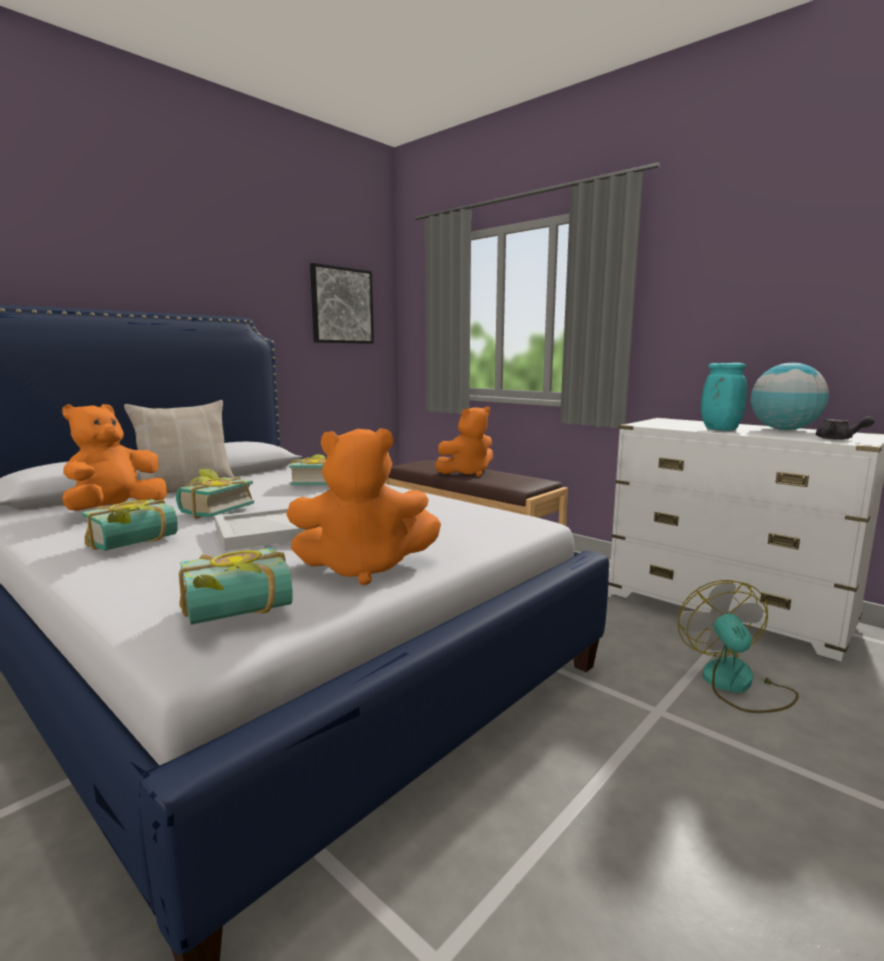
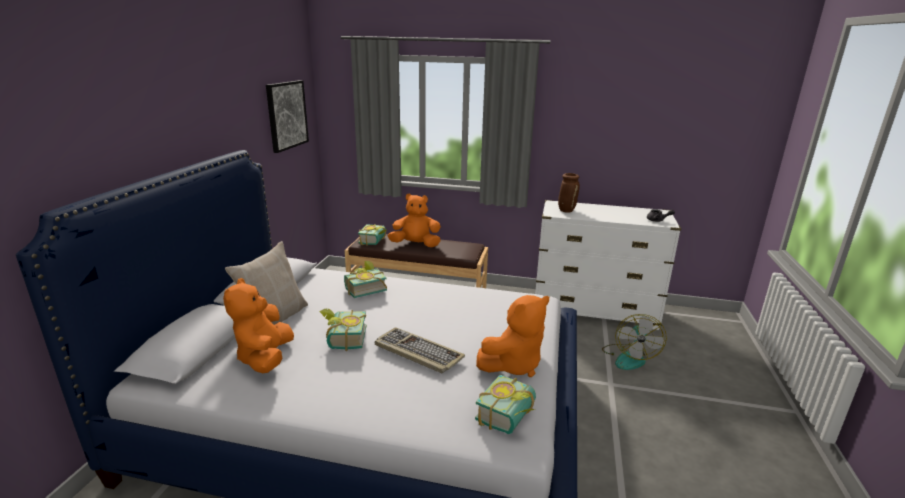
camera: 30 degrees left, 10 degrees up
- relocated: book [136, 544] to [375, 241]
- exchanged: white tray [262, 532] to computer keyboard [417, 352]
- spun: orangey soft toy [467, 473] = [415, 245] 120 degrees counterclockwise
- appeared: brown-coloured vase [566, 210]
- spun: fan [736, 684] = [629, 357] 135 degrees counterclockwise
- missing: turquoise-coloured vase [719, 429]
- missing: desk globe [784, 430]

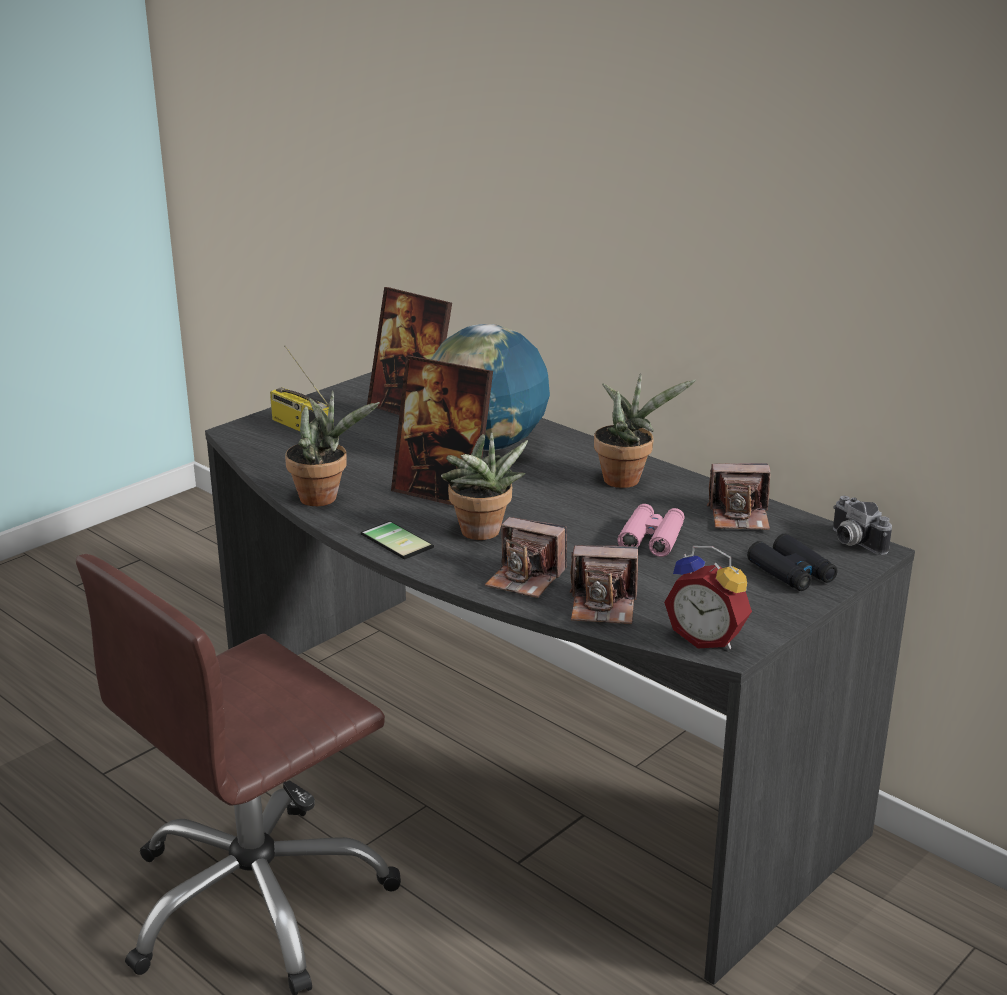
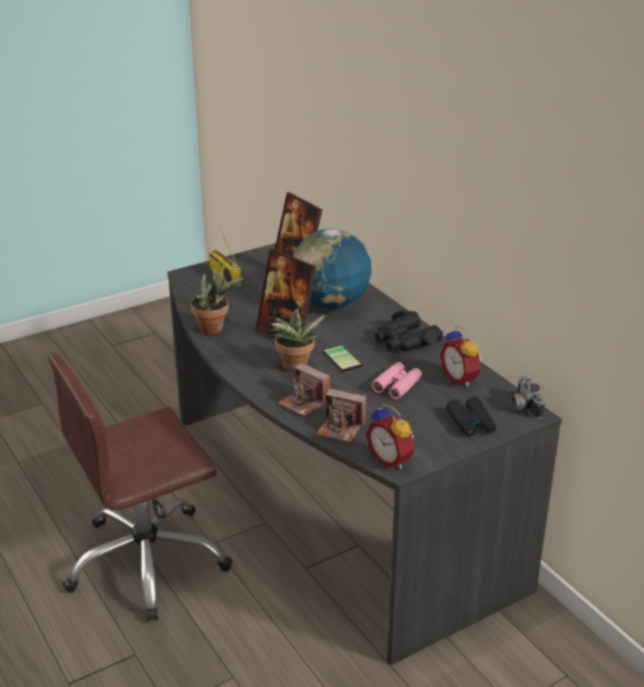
camera: 15 degrees right, 5 degrees up
- relocated: telephone [400, 539] to [344, 358]
- exchanged: houseplant [626, 479] to black field glasses [405, 340]
- exchanged: still camera [739, 517] to alarm clock [461, 378]

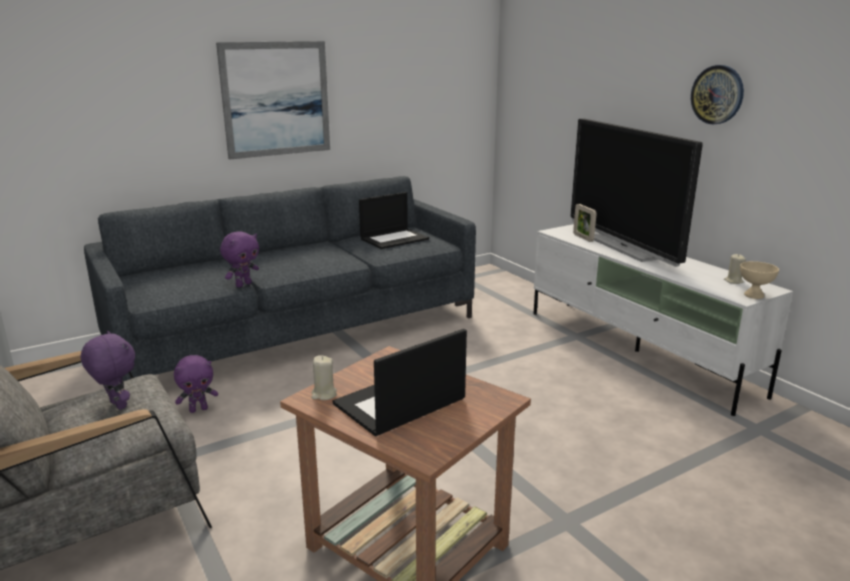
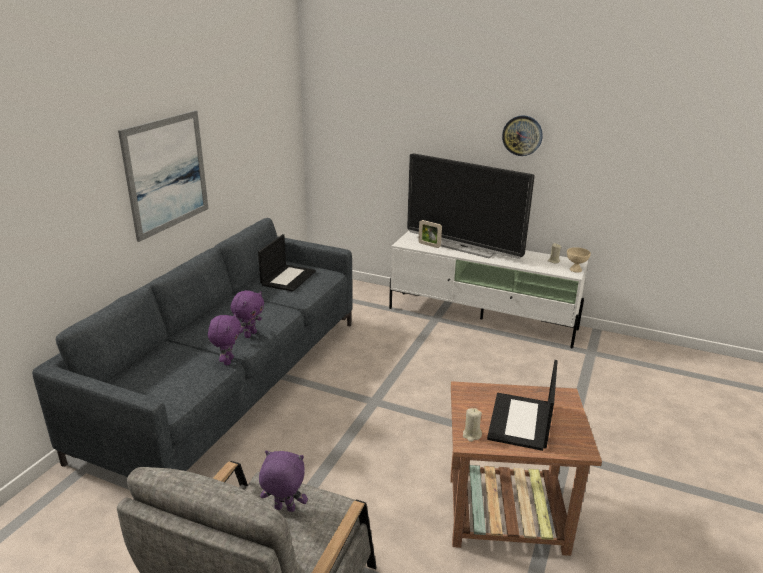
camera: 35 degrees left, 5 degrees up
- relocated: purplish soft toy [199, 409] to [250, 334]

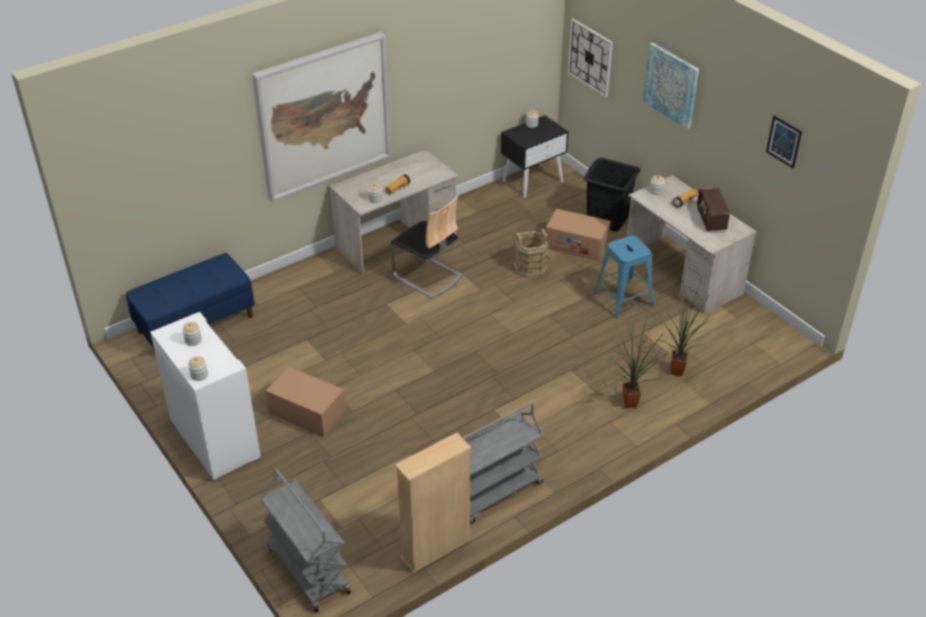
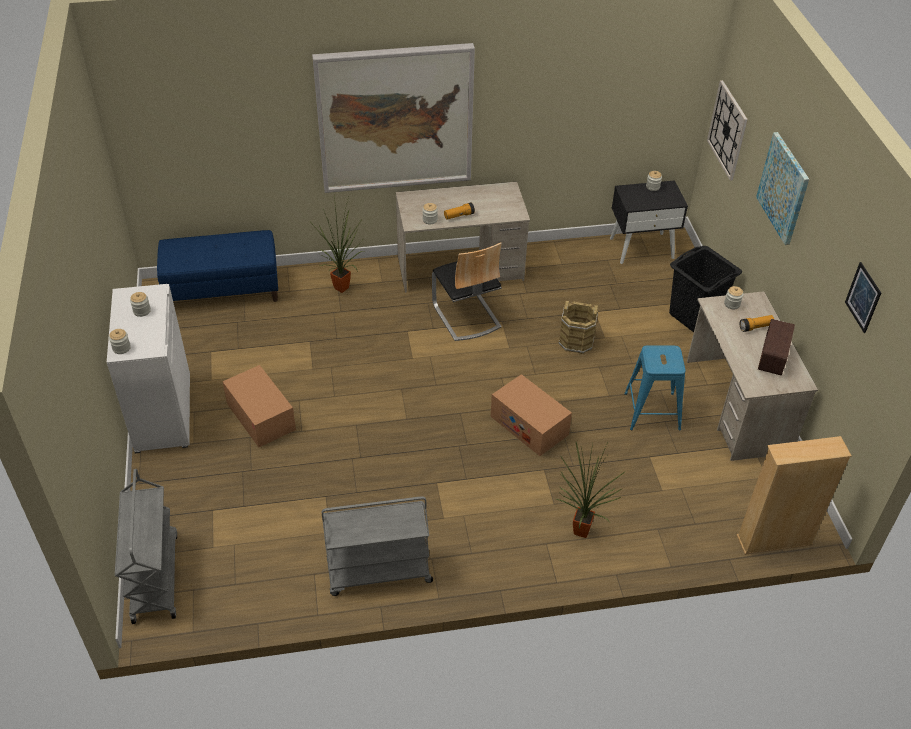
camera: 25 degrees right, 5 degrees up
- relocated: houseplant [679, 372] to [343, 289]
- relocated: packing box [576, 245] to [529, 425]
- relocated: sand-coloured bookcase [435, 549] to [774, 540]

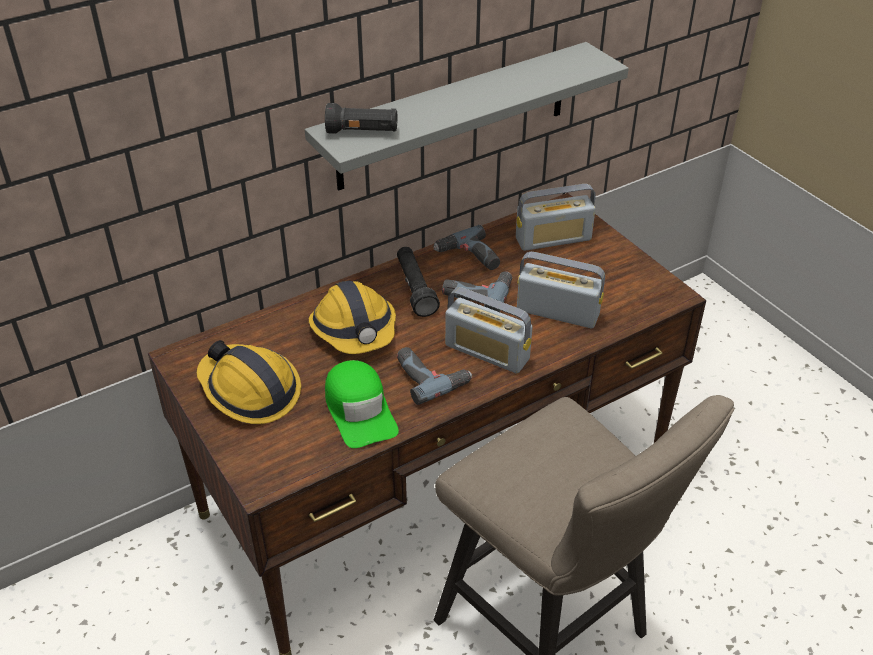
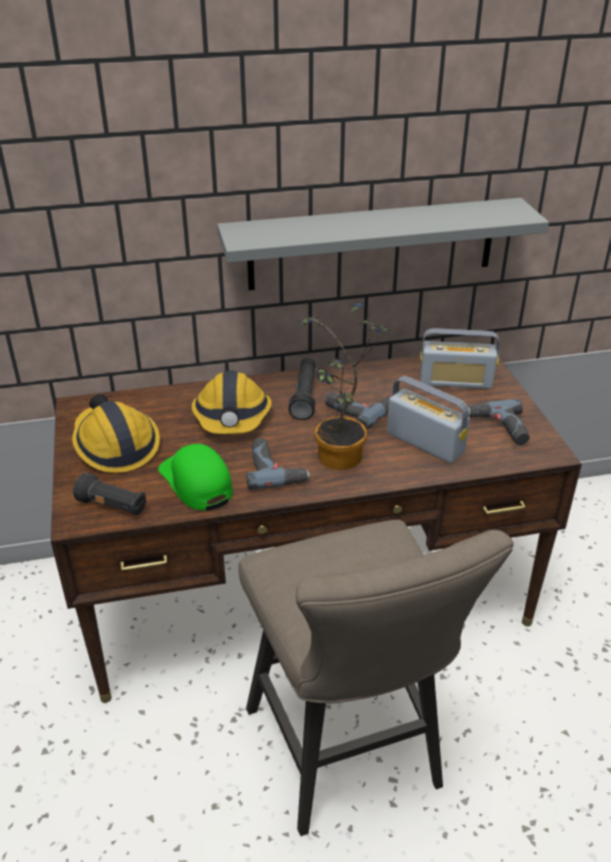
camera: 20 degrees right, 5 degrees down
- relocated: black hand torch [363, 132] to [113, 506]
- spun: green peaked cap [360, 410] = [196, 482] 150 degrees clockwise
- exchanged: radio set [487, 352] to houseplant [338, 461]
- relocated: drill [468, 257] to [499, 428]

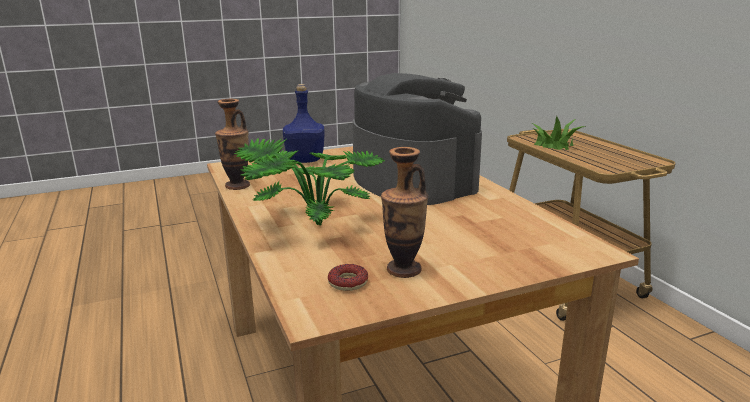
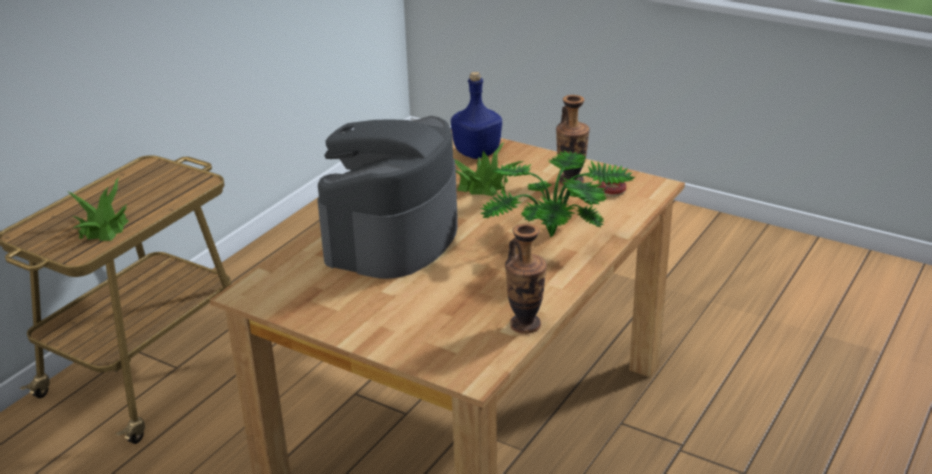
camera: 125 degrees left, 10 degrees up
- relocated: blue drink bottle [306, 160] to [476, 152]
- appeared: houseplant [483, 185]

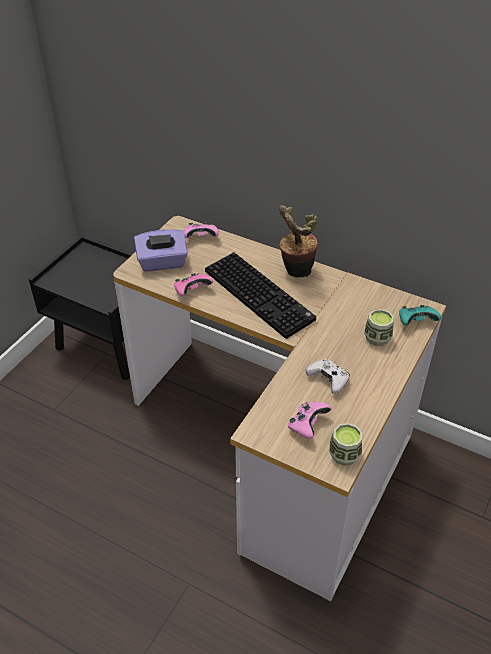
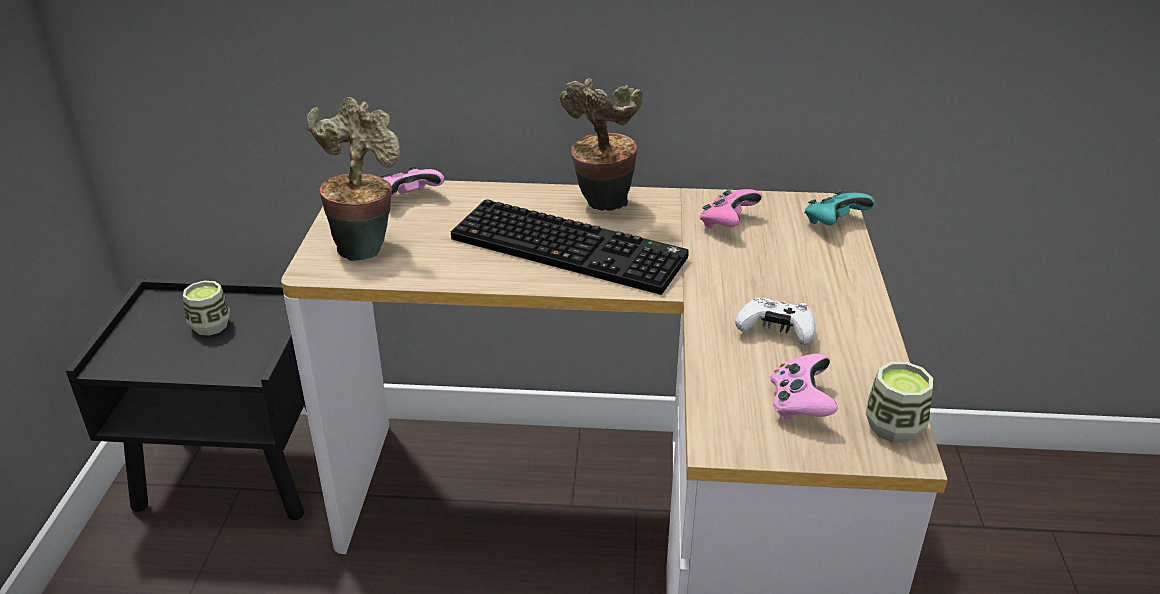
camera: 25 degrees left, 10 degrees down
- relocated: small cup [377, 338] to [210, 326]
- exchanged: purplish tissue box [162, 263] to houseplant [365, 245]
- relocated: pink game controller [192, 291] to [727, 223]

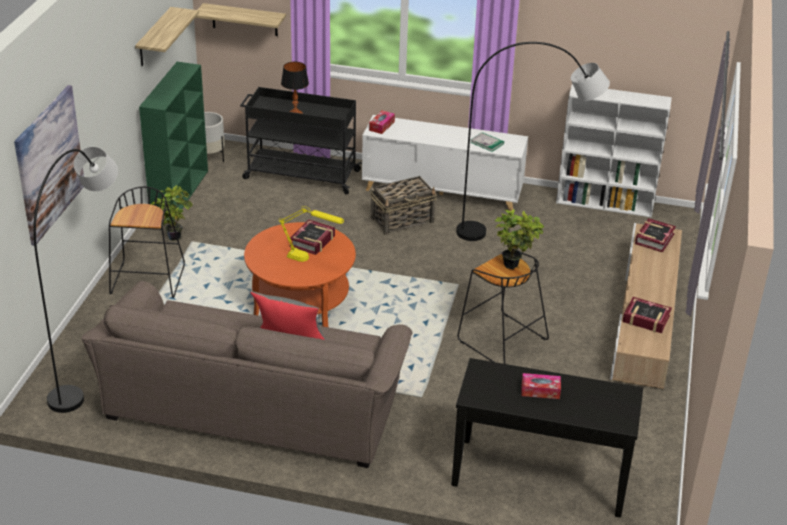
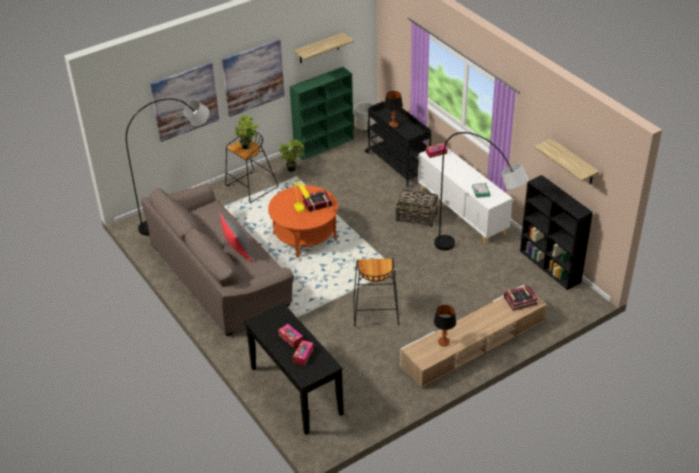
camera: 45 degrees right, 5 degrees up
- appeared: picture [253, 77]
- relocated: houseplant [515, 265] to [247, 148]
- appeared: tissue box [303, 355]
- exchanged: book [646, 319] to table lamp [443, 342]
- colour: white bookcase [605, 203] to black bookcase [550, 267]
- relocated: shelf [244, 20] to [573, 162]

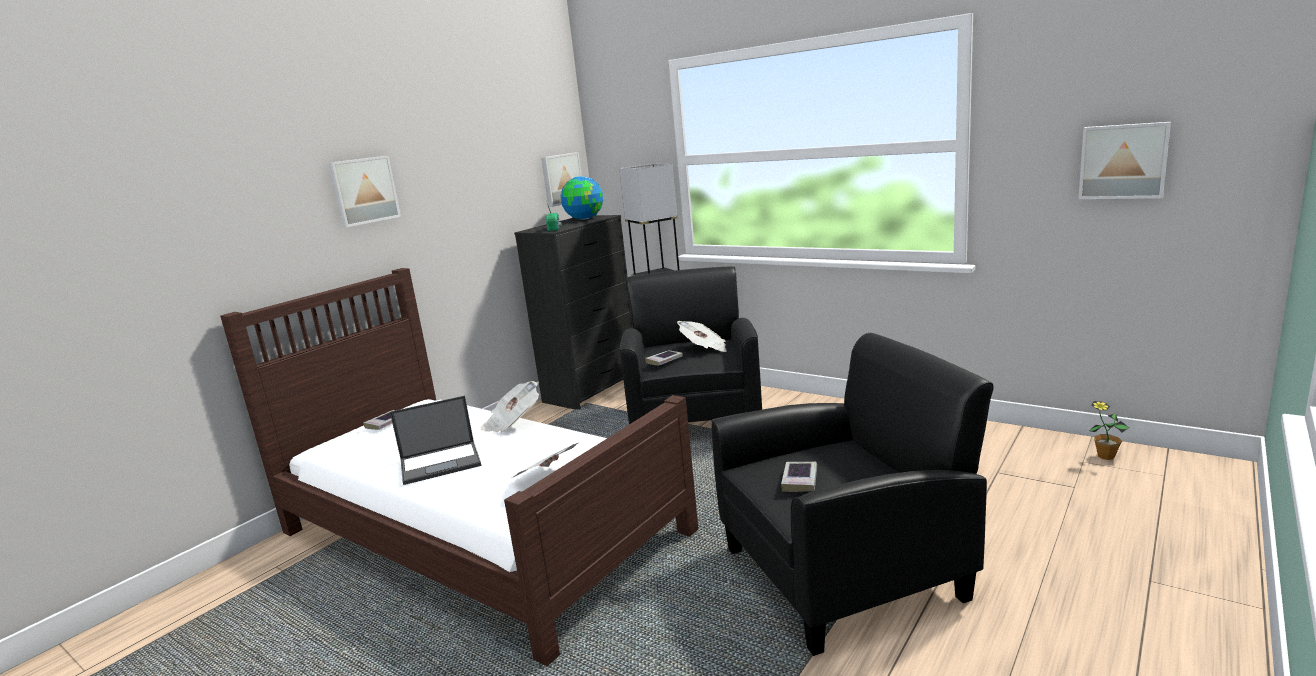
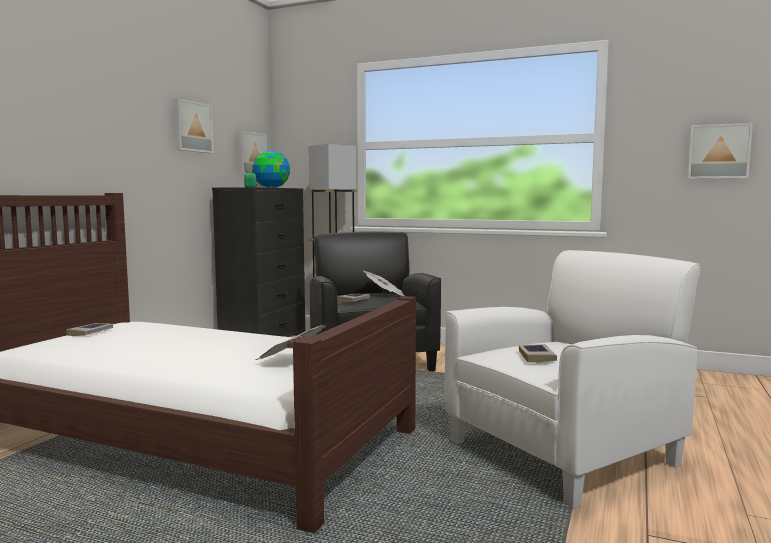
camera: 15 degrees left, 10 degrees down
- relocated: picture [363, 190] to [191, 127]
- colour: black easy chair [844, 572] to white easy chair [563, 452]
- missing: notebook computer [441, 462]
- missing: printed paper [512, 423]
- missing: houseplant [1105, 456]

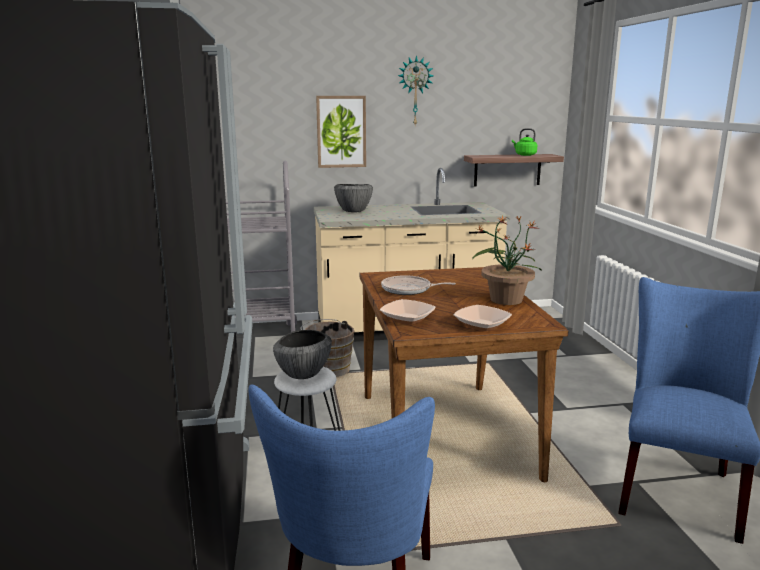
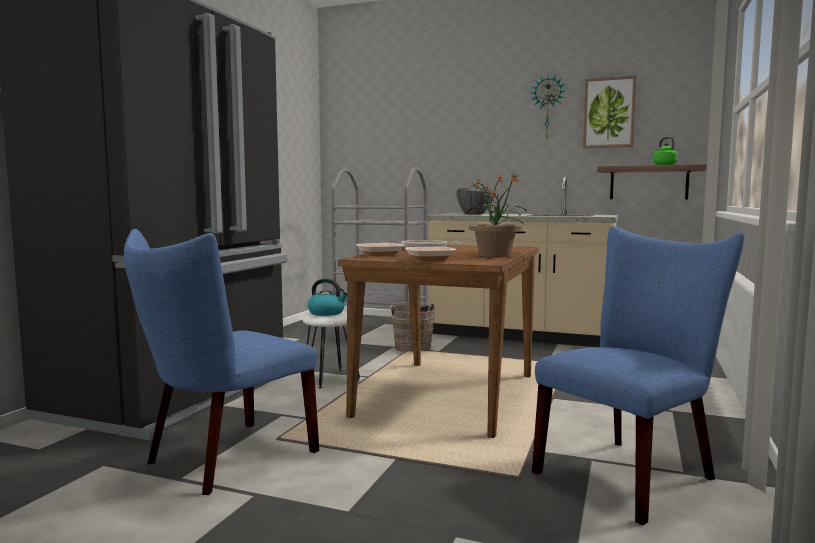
camera: 30 degrees right, 10 degrees down
- exchanged: bowl [303, 374] to kettle [327, 313]
- relocated: picture [341, 131] to [609, 112]

